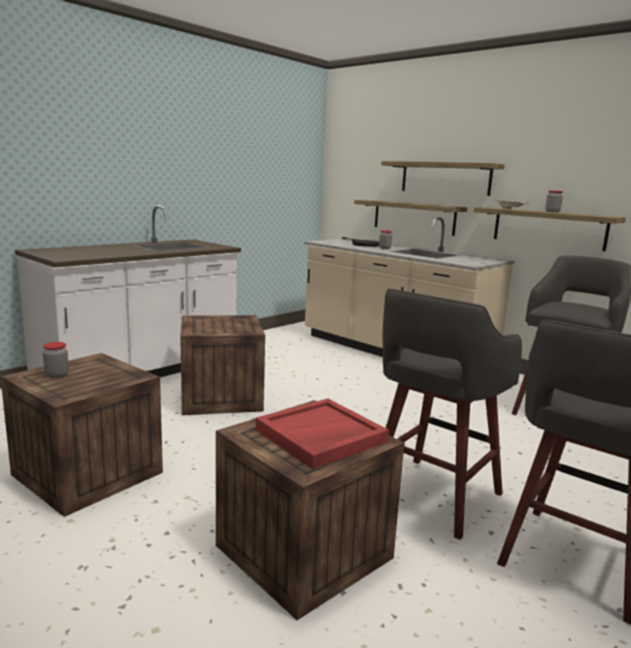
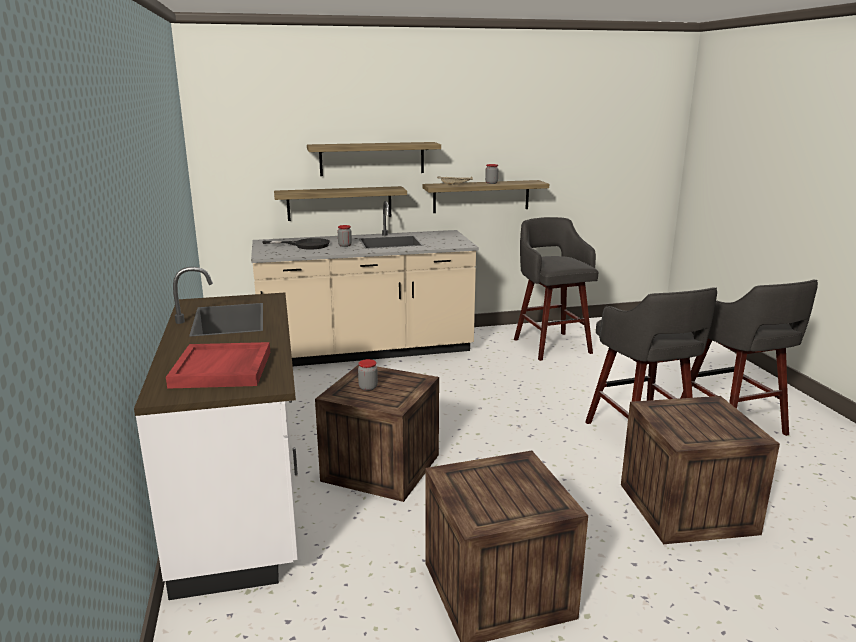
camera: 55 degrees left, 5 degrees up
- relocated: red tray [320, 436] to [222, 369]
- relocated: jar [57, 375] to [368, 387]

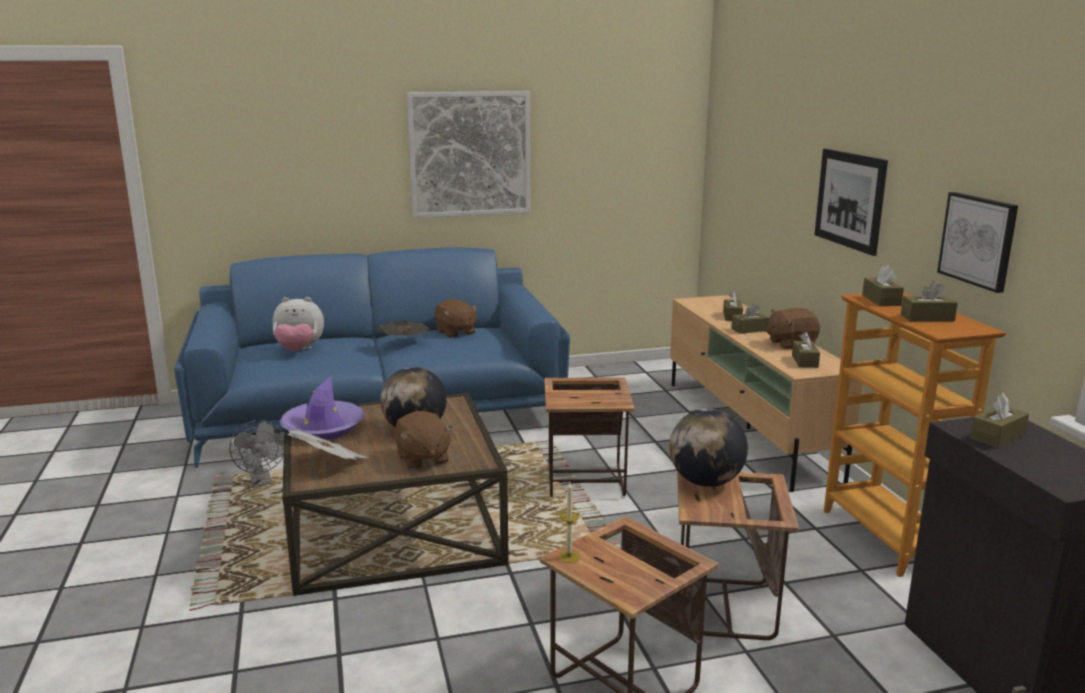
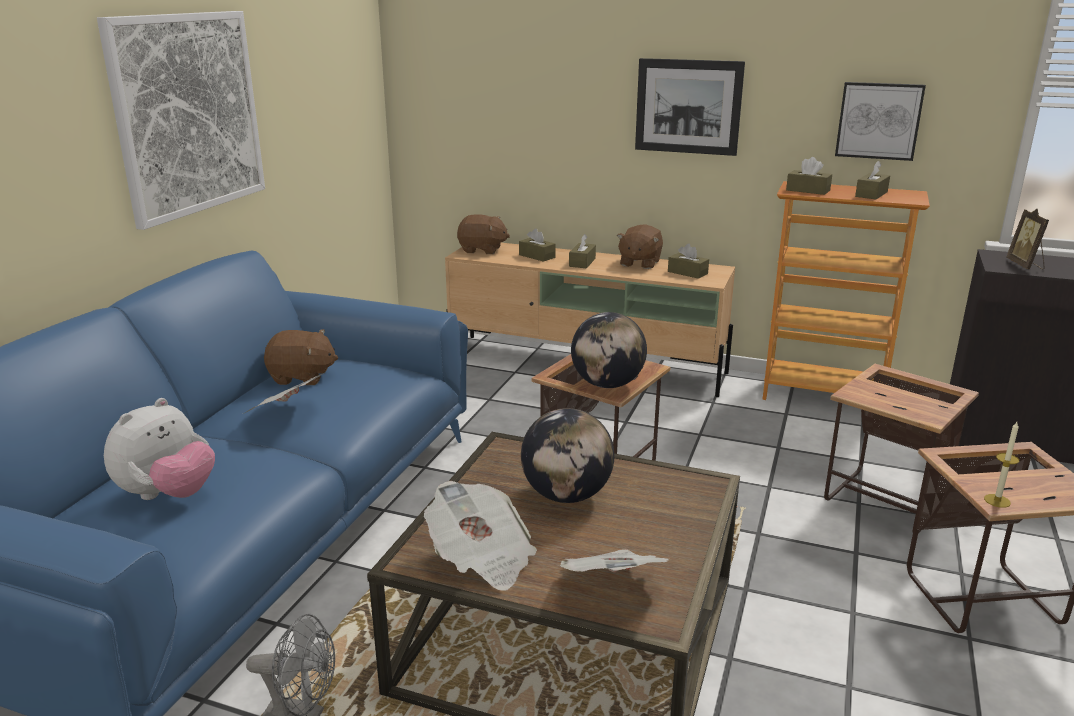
camera: 55 degrees left, 5 degrees up
- exchanged: purplish wearable hat [323, 428] to printed paper [482, 558]
- relocated: brown-coloured soft toy [422, 459] to [482, 250]
- relocated: desk globe [706, 482] to [607, 384]
- exchanged: brown-coloured tissue box [997, 436] to standing frame [1025, 265]

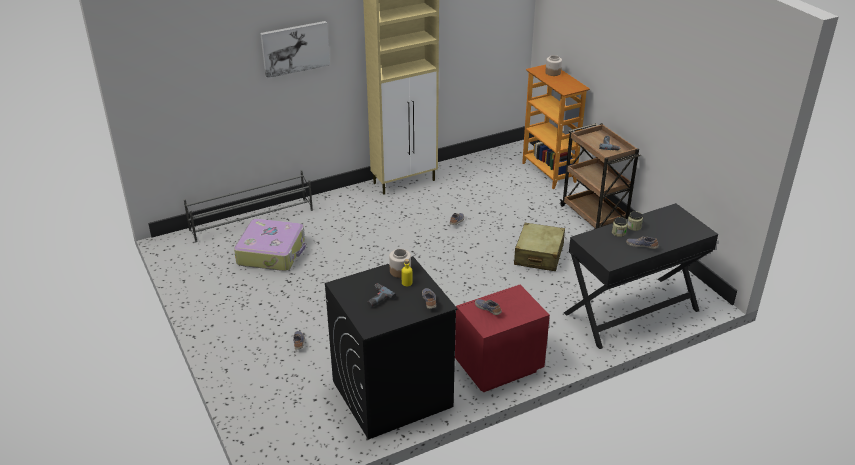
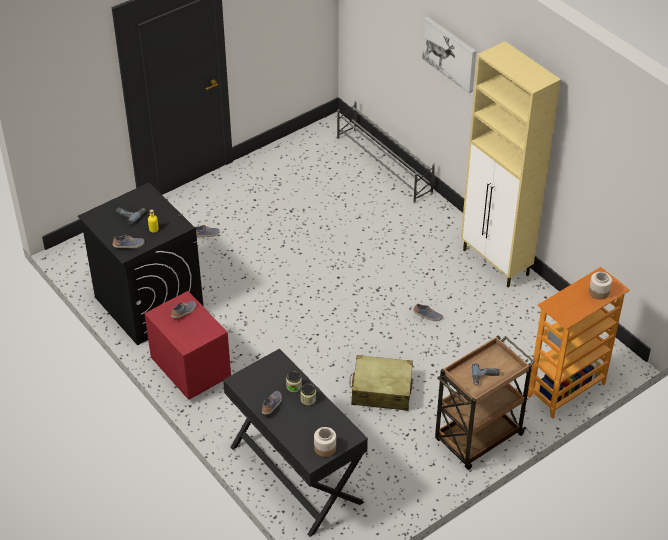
camera: 80 degrees right, 10 degrees up
- relocated: jar [400, 271] to [325, 448]
- missing: piece of luggage [272, 252]

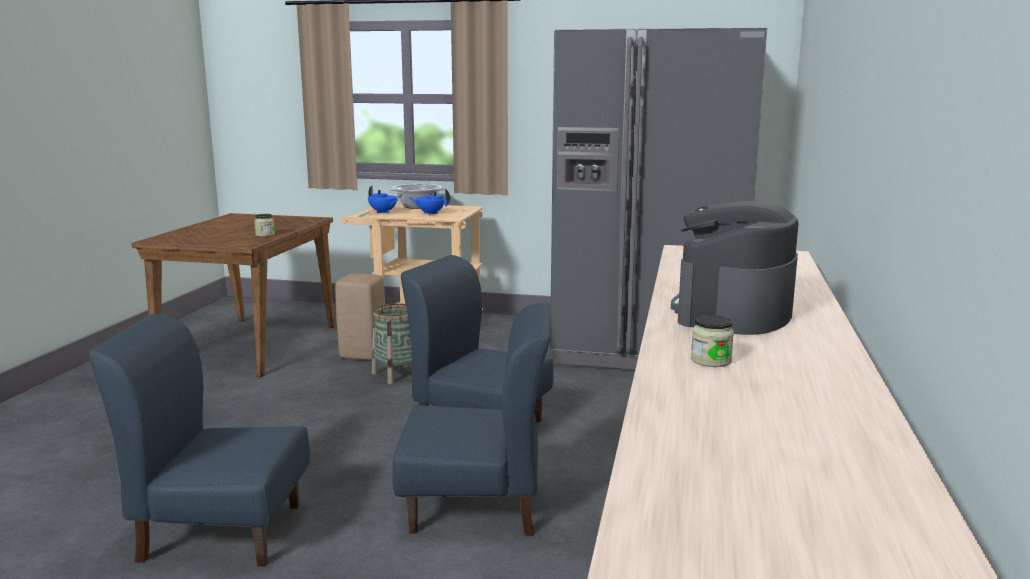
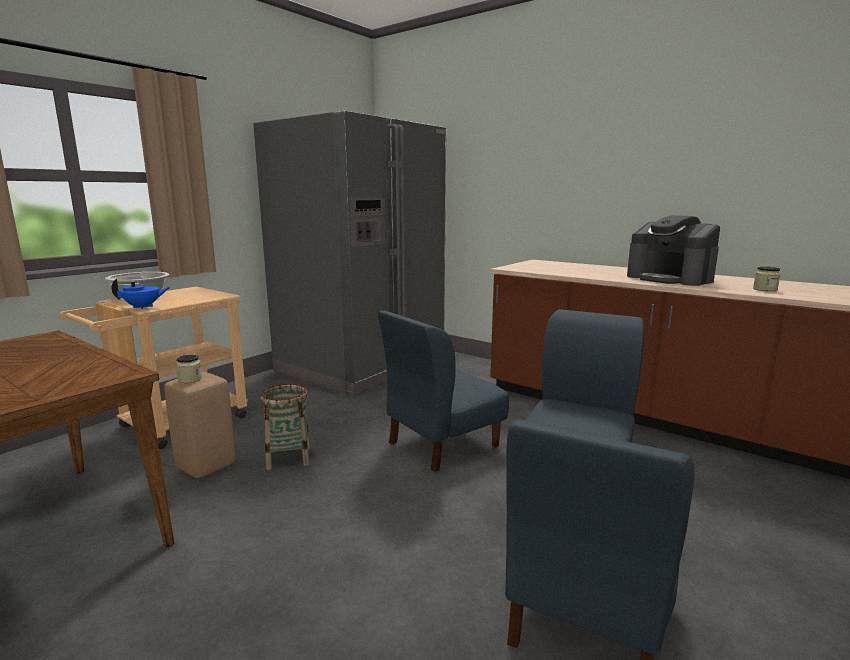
camera: 65 degrees left, 0 degrees up
- relocated: jar [265, 235] to [190, 379]
- missing: blue pot for tea [430, 213]

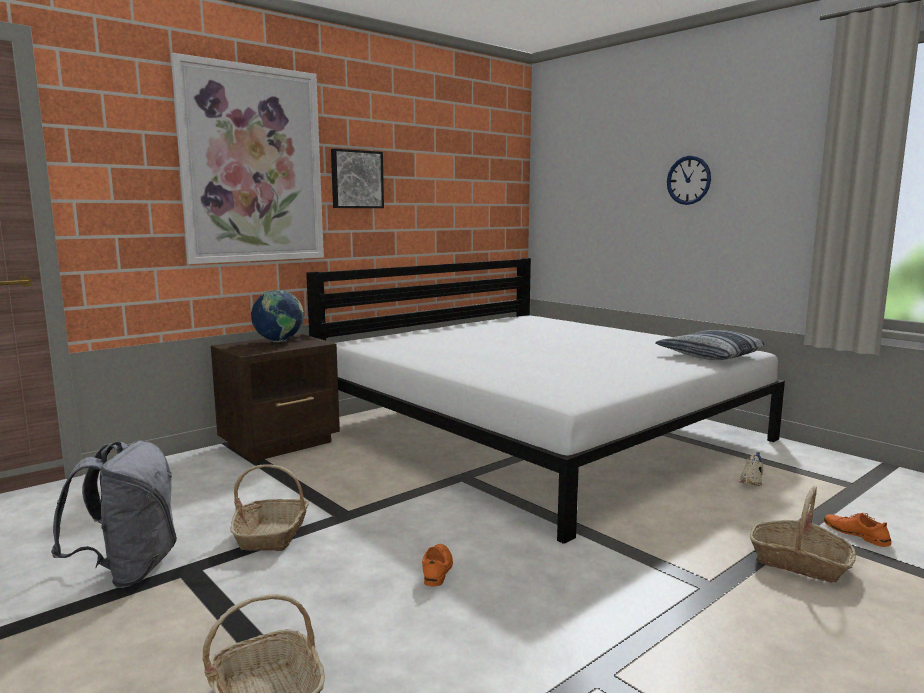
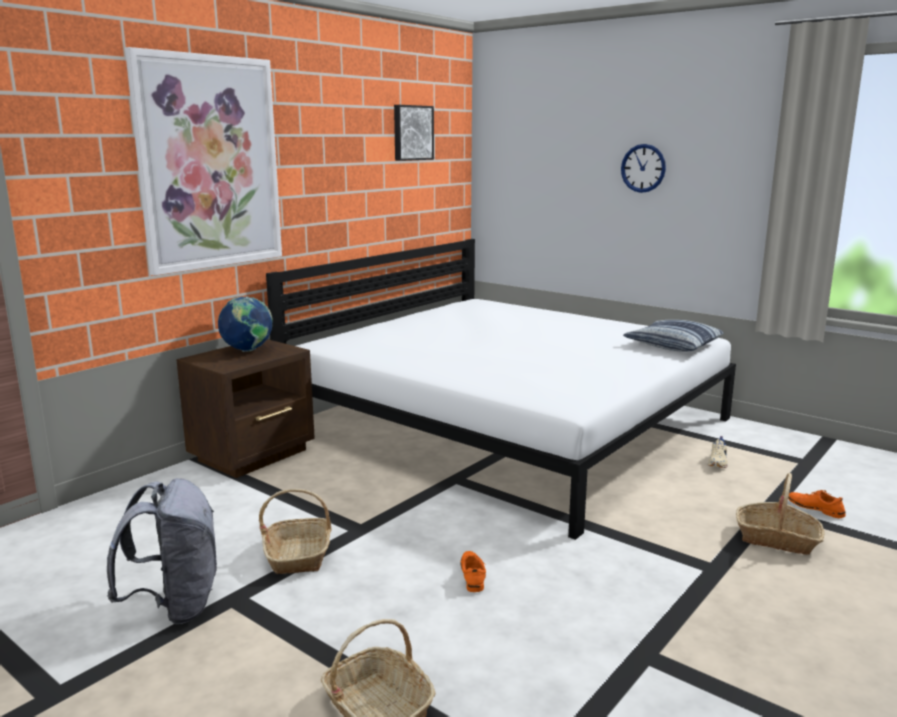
camera: 10 degrees left, 5 degrees up
- relocated: picture [356, 179] to [412, 133]

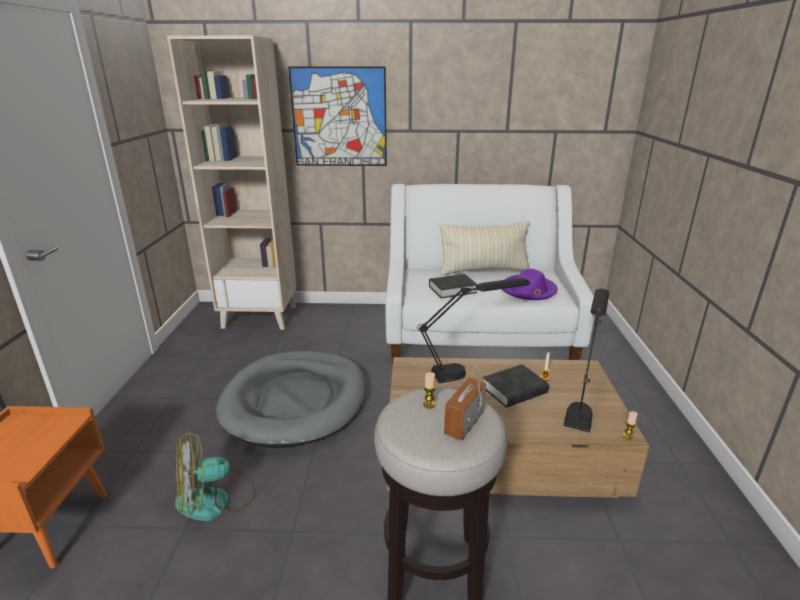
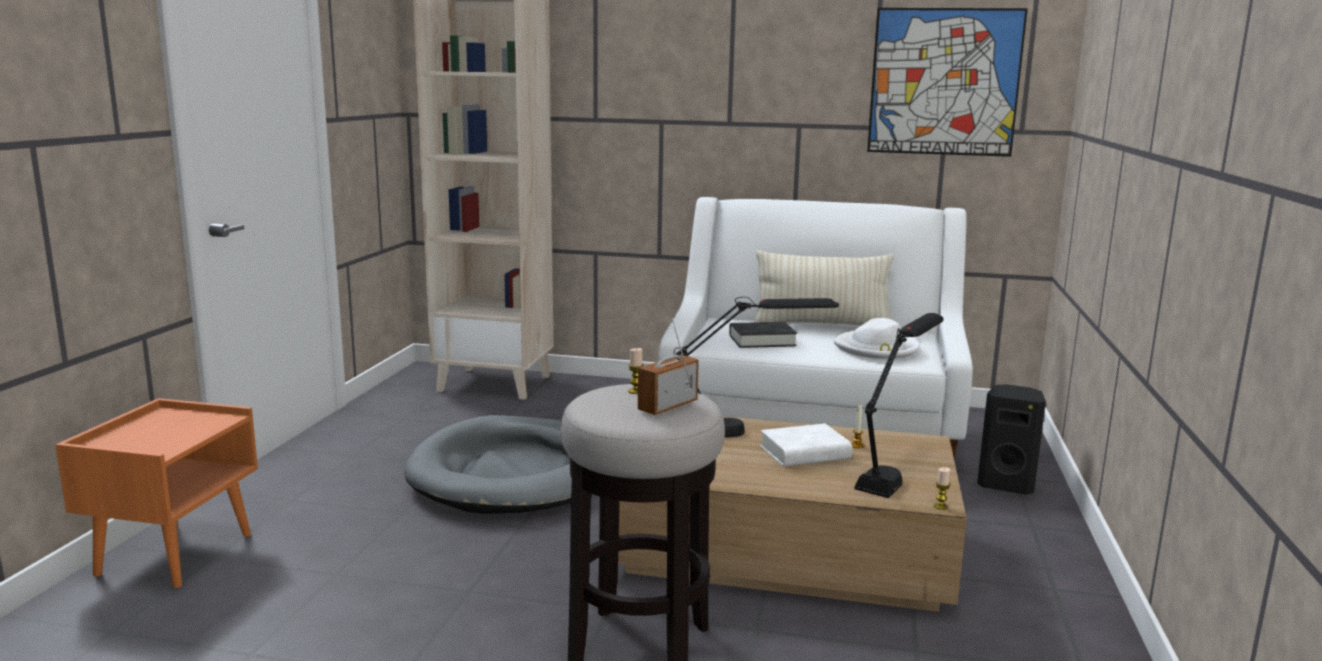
camera: 10 degrees right, 10 degrees down
- colour: black book [514, 390] to white book [805, 453]
- colour: purplish wearable hat [528, 290] to white wearable hat [877, 348]
- relocated: picture [339, 117] to [944, 82]
- appeared: black loudspeaker [1006, 484]
- missing: fan [216, 500]

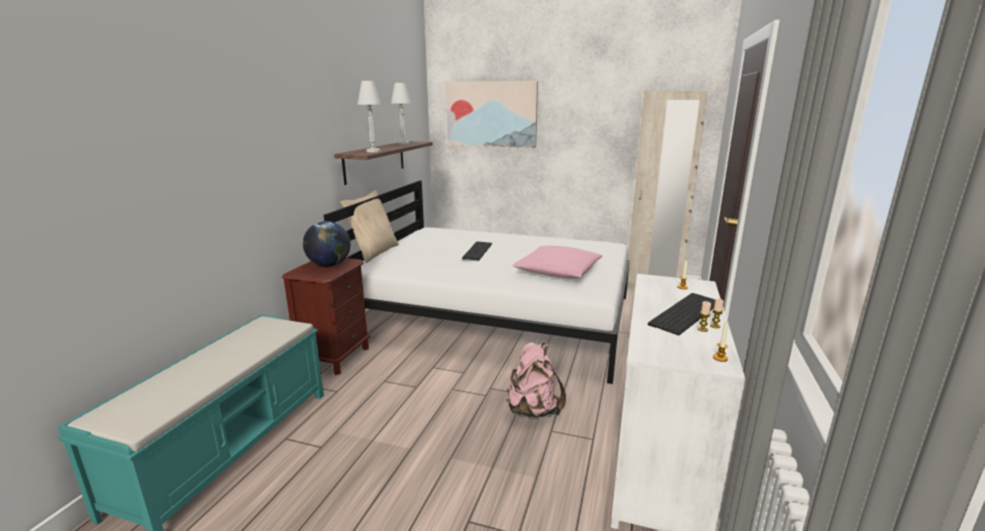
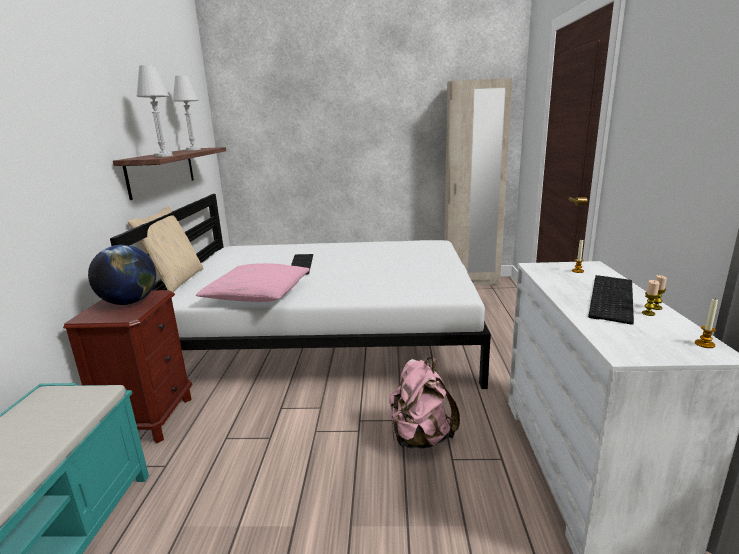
camera: 15 degrees left, 0 degrees up
- relocated: pink throw pillow [558, 272] to [258, 295]
- missing: picture [491, 114]

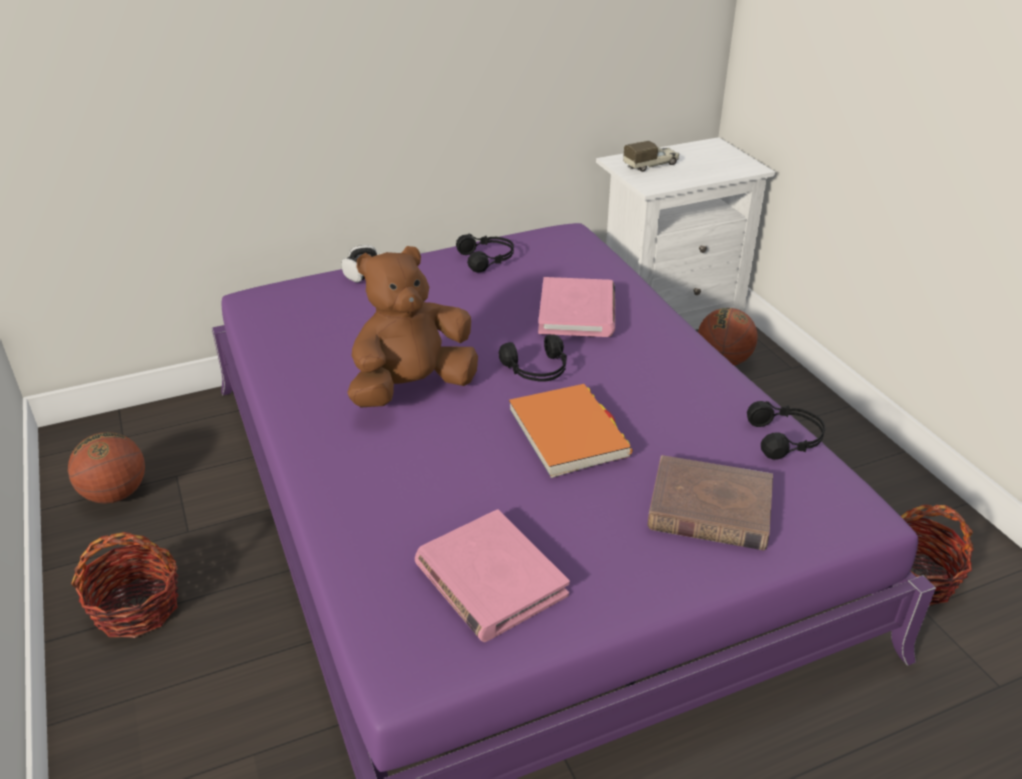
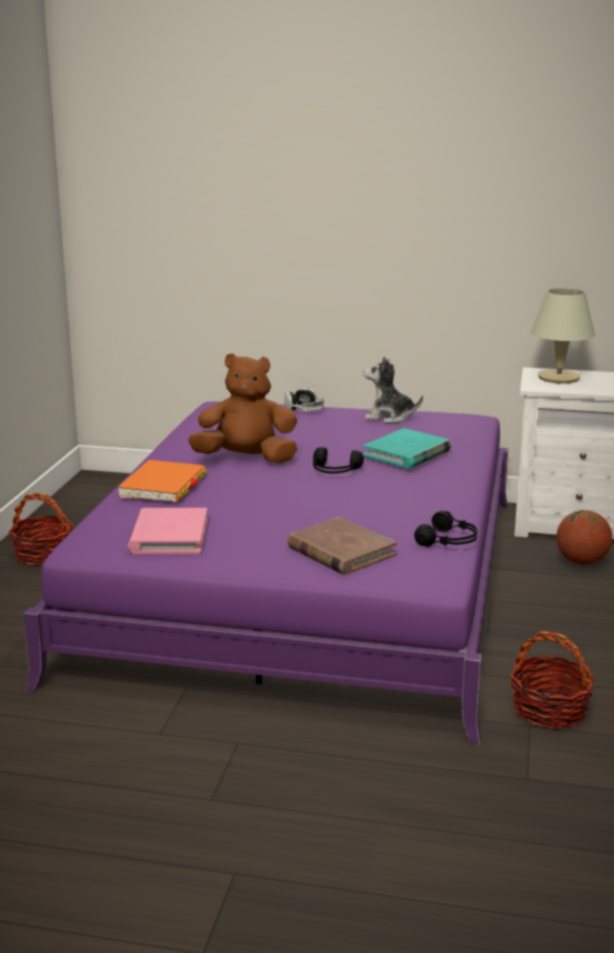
camera: 35 degrees right, 15 degrees down
- relocated: orangey book [568, 434] to [163, 486]
- exchanged: black headphones [487, 259] to soft toy [389, 417]
- colour: pink book [577, 312] to turquoise-coloured book [407, 453]
- exchanged: toy lorry [651, 165] to sand-coloured table lamp [558, 377]
- missing: basketball ball [115, 494]

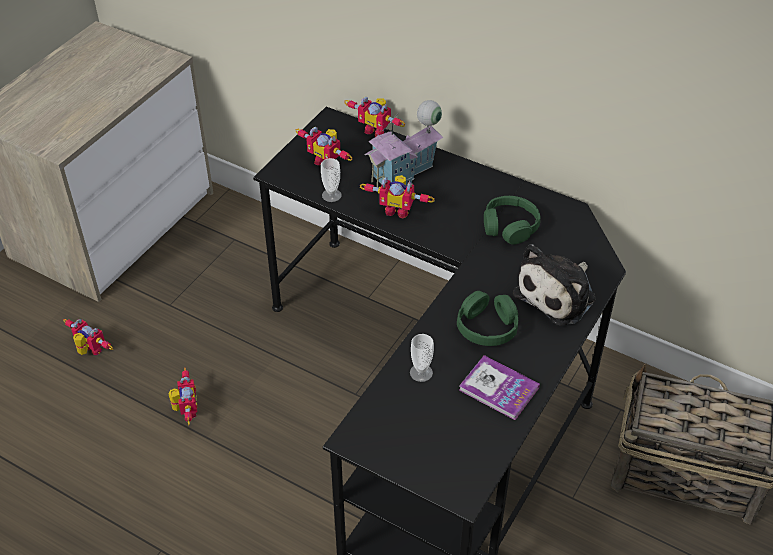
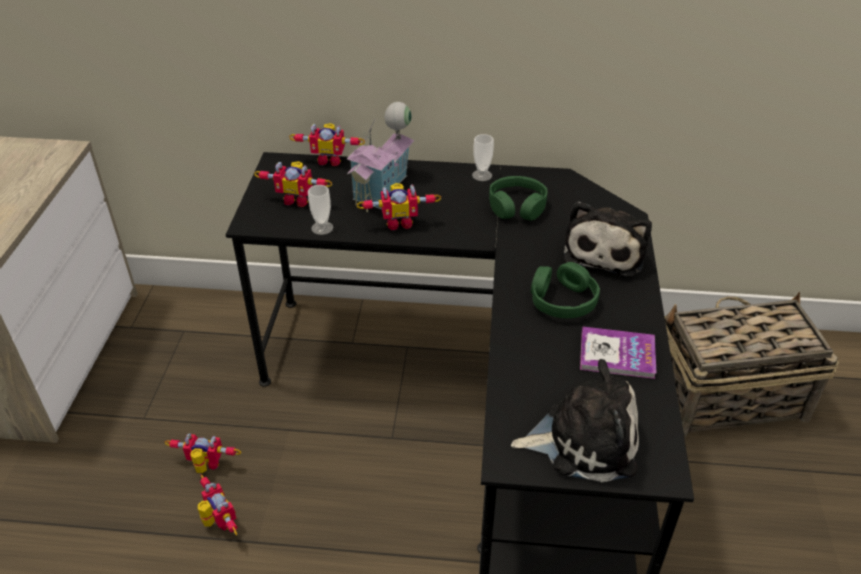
camera: 25 degrees left, 5 degrees down
- relocated: model robot [89, 351] to [206, 468]
- relocated: small cup [421, 372] to [482, 175]
- appeared: soft toy [583, 440]

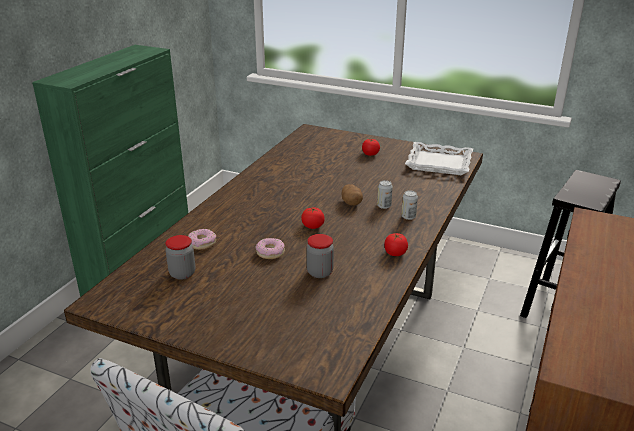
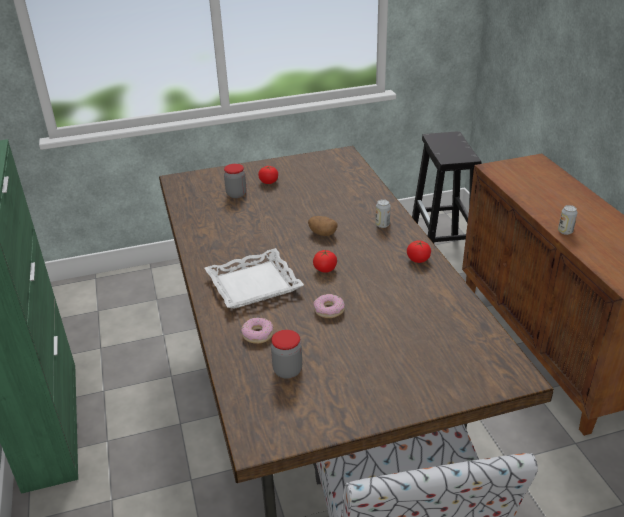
camera: 40 degrees left, 5 degrees up
- relocated: white tray [439, 163] to [253, 284]
- relocated: jar [320, 272] to [236, 194]
- relocated: can [384, 206] to [565, 231]

